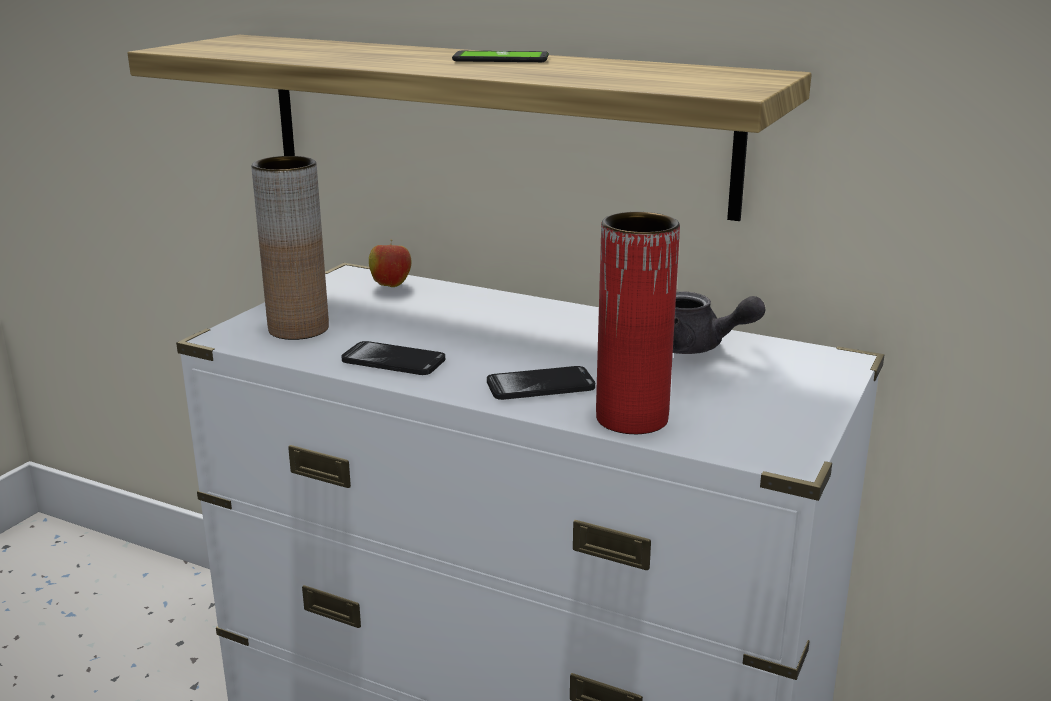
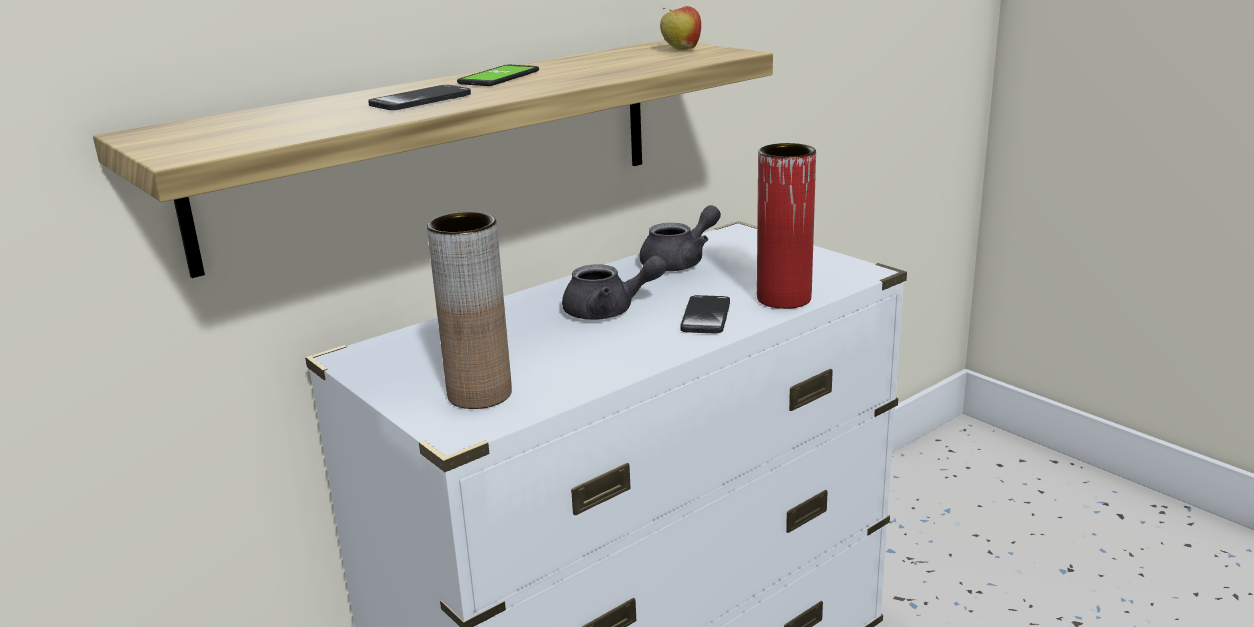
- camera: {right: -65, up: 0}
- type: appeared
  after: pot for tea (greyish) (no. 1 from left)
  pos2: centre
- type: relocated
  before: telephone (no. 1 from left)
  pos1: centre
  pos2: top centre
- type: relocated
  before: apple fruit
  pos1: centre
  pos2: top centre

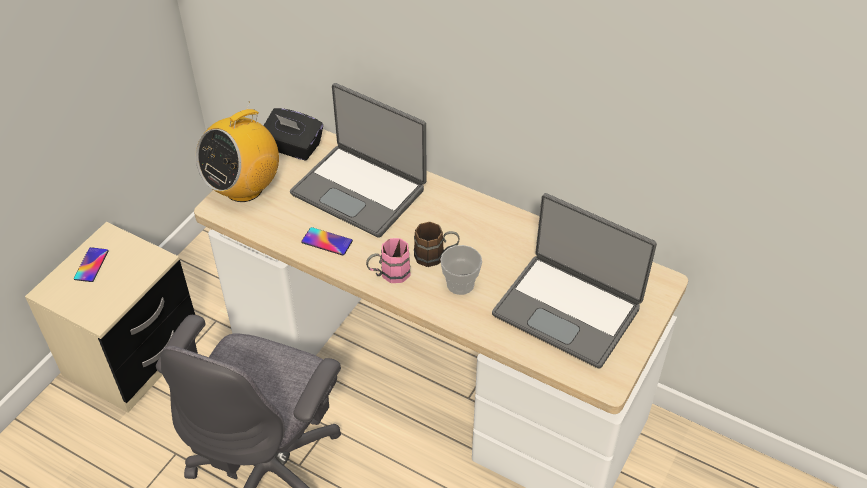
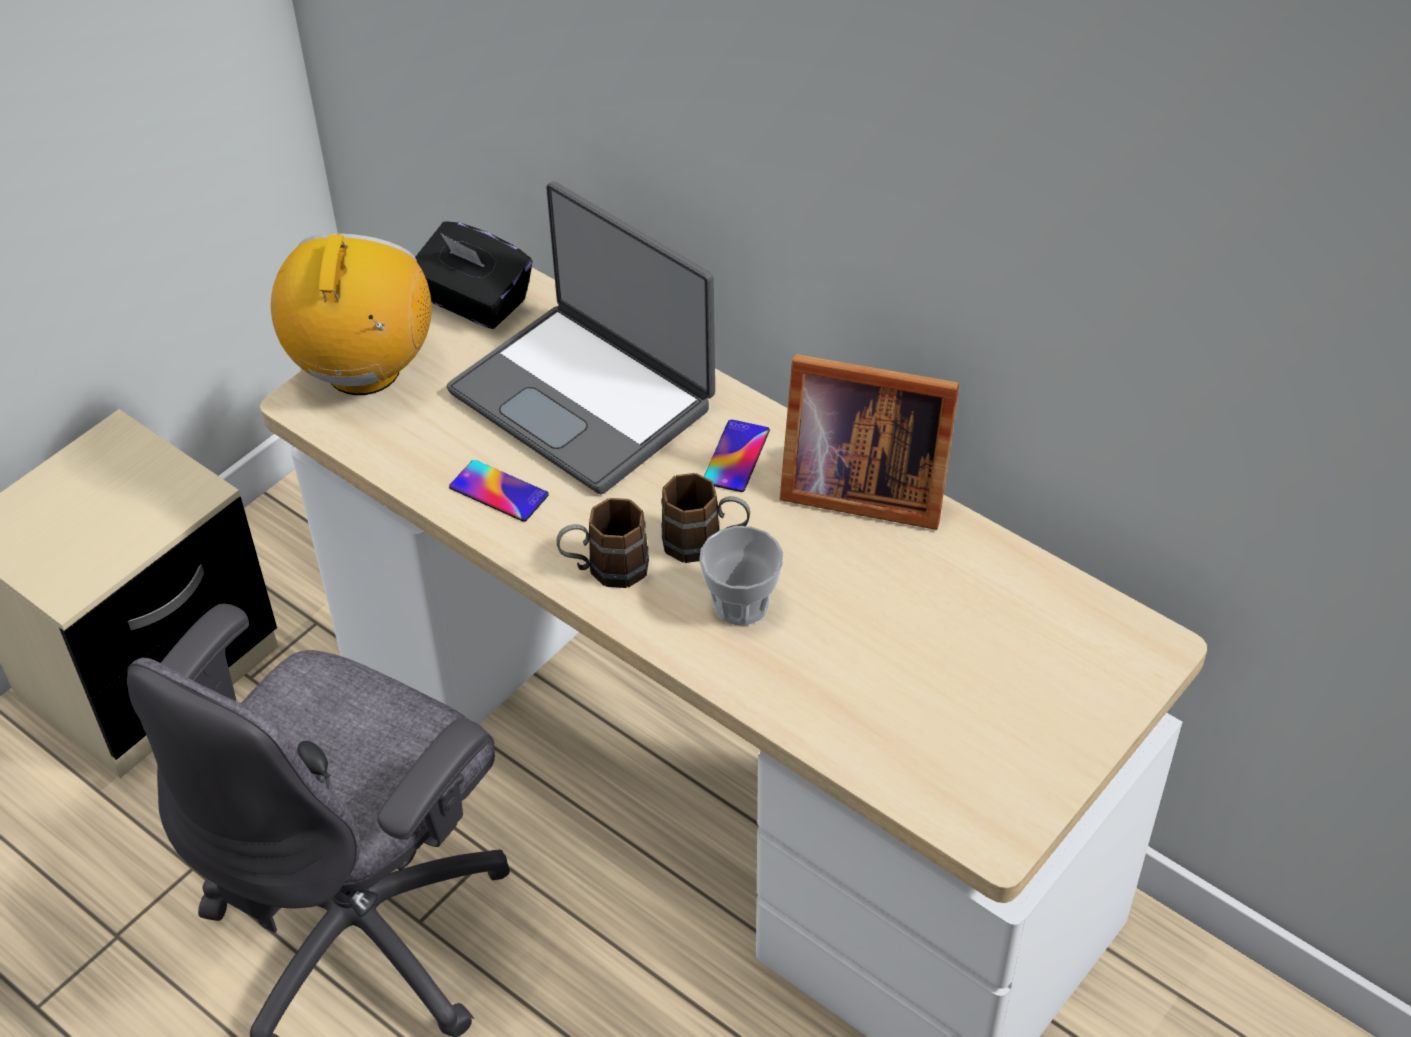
- camera: {right: 10, up: 0}
- type: missing
  before: laptop (no. 2 from left)
  pos1: centre
- type: appeared
  after: picture frame
  pos2: centre
- type: relocated
  before: telephone (no. 1 from left in the first image)
  after: telephone (no. 2 from left)
  pos1: middle left
  pos2: centre
- type: colour
  before: tea mug (pink)
  after: tea mug (brown-coloured) (no. 1 from left)
  pos1: centre
  pos2: centre
- type: spun
  before: radio set
  pos1: top left
  pos2: top left
  turn: 135

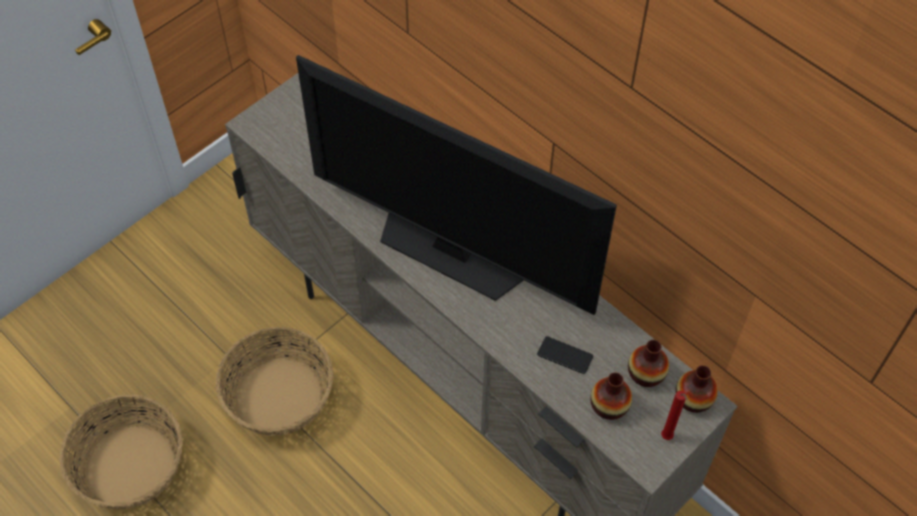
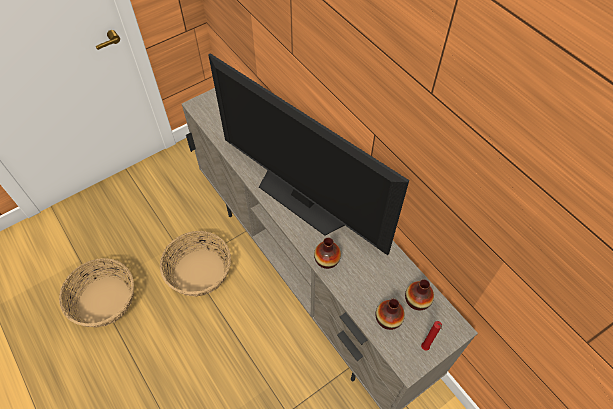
- camera: {right: 10, up: 0}
- type: missing
  before: telephone
  pos1: bottom centre
- type: relocated
  before: flower vase (no. 3 from left in the first image)
  after: flower vase (no. 1 from left)
  pos1: bottom right
  pos2: centre

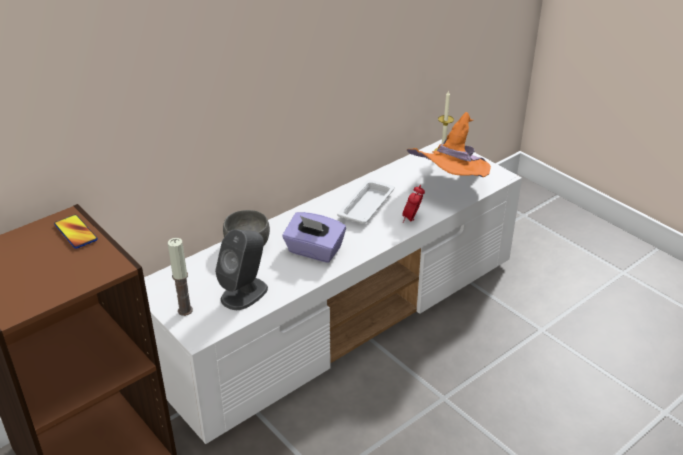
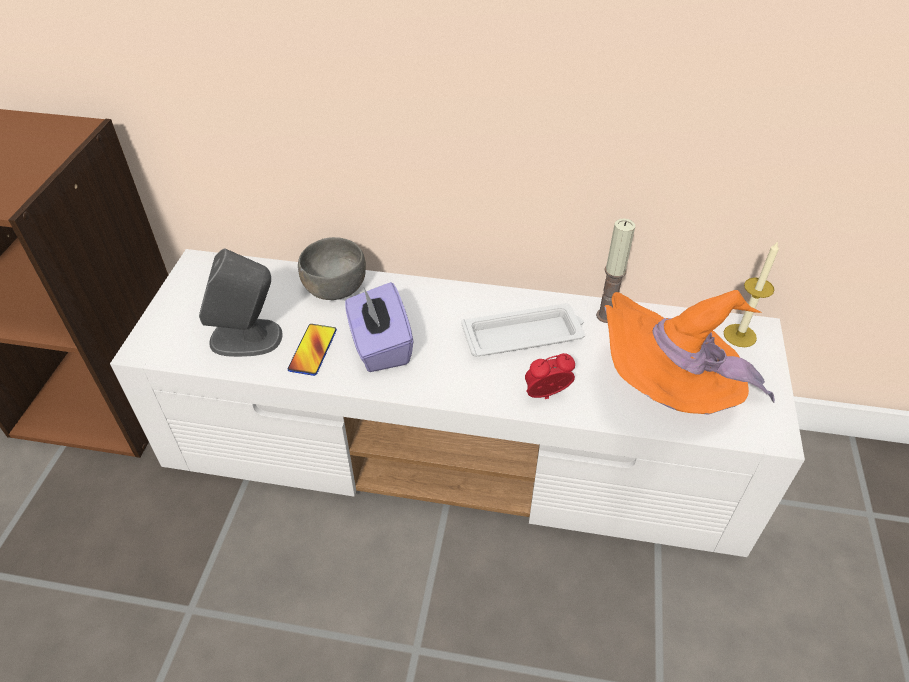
- camera: {right: 50, up: 10}
- type: relocated
  before: telephone
  pos1: middle left
  pos2: centre
- type: relocated
  before: wax candle (no. 1 from left)
  pos1: middle left
  pos2: middle right

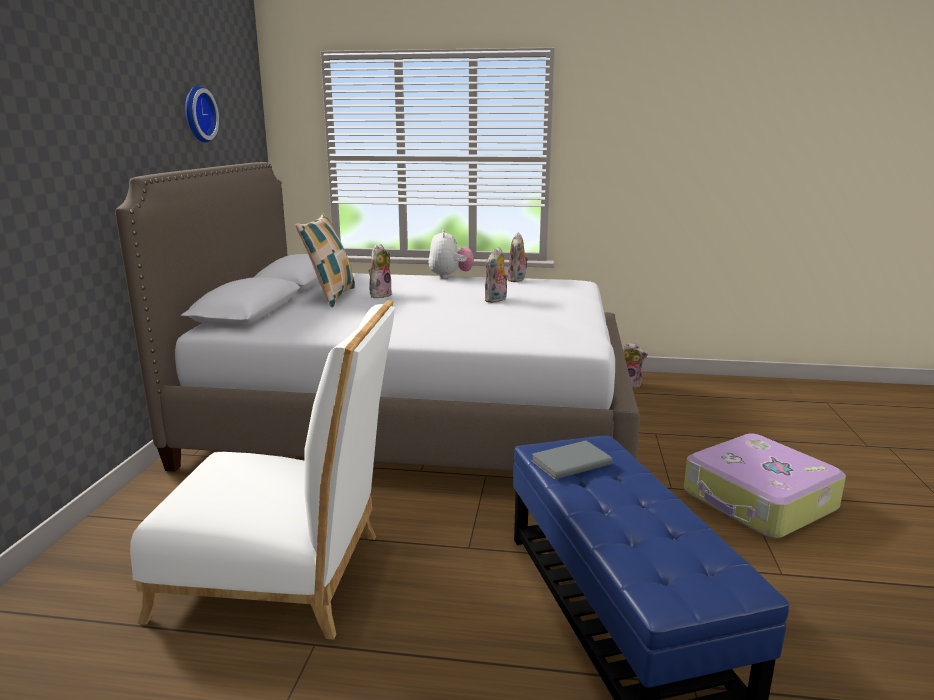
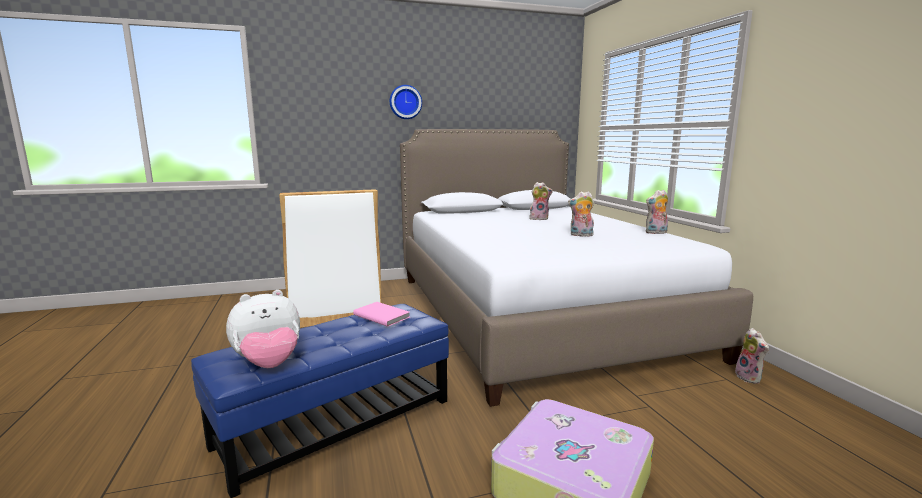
- camera: {right: 65, up: -5}
- type: missing
  before: cushion
  pos1: centre
- type: relocated
  before: clock on the wall
  pos1: top left
  pos2: top centre
- type: relocated
  before: soft toy (no. 2 from left in the first image)
  after: soft toy (no. 1 from left)
  pos1: centre
  pos2: middle left
- type: colour
  before: bound book (greyish)
  after: bound book (pink)
  pos1: centre
  pos2: centre

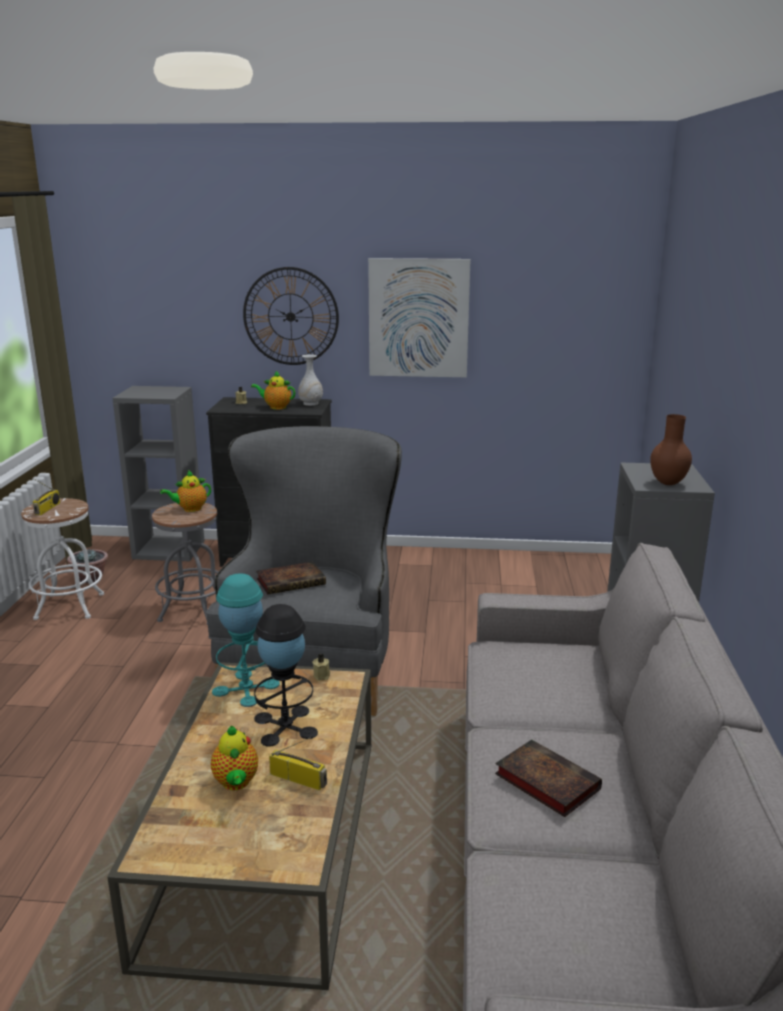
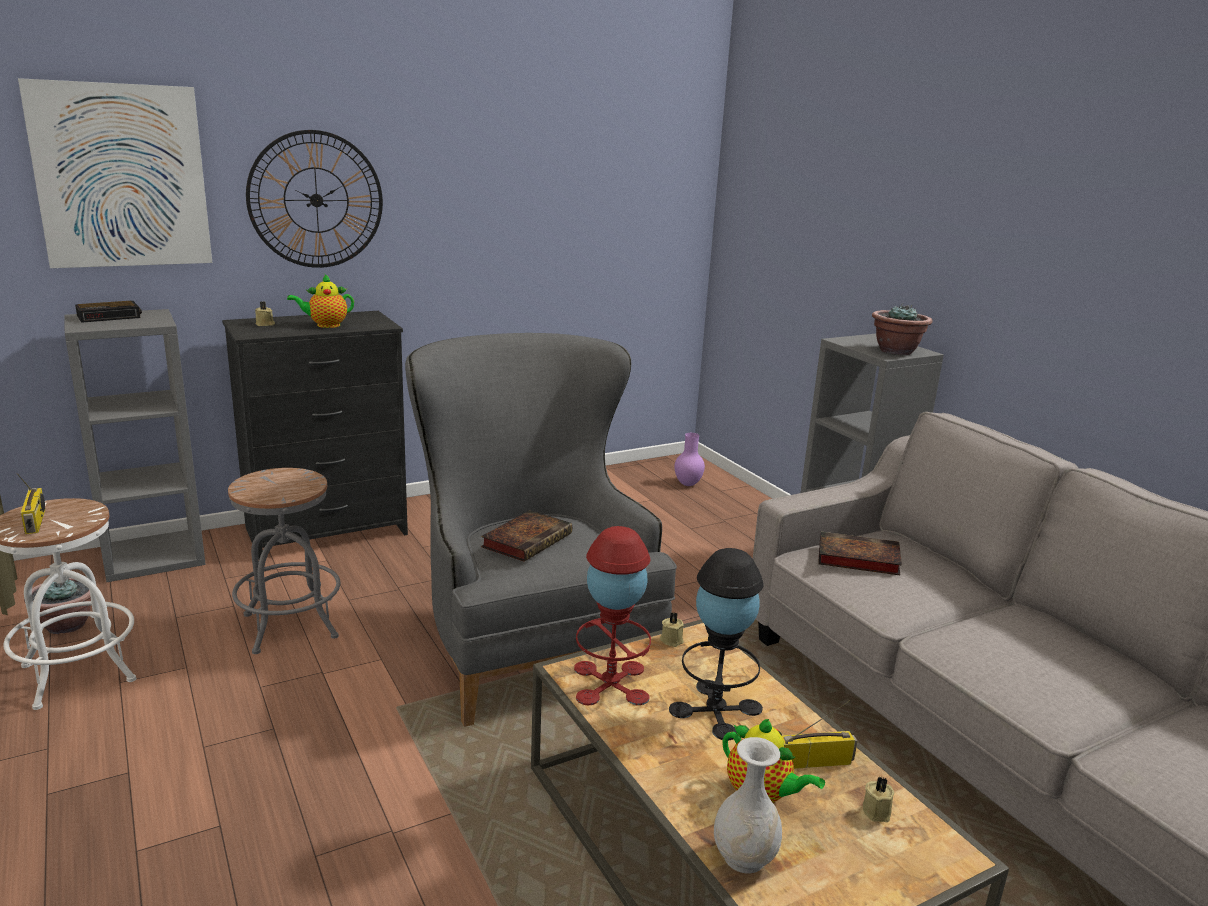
- camera: {right: -35, up: 0}
- type: missing
  before: pot for tea (no. 1 from left)
  pos1: middle left
- type: appeared
  after: bedside clock
  pos2: middle left
- type: appeared
  after: flower vase (purple-coloured)
  pos2: centre
- type: appeared
  after: wax candle (beige-coloured) (no. 3 from left)
  pos2: bottom right
- type: relocated
  before: flower vase (whitish)
  pos1: centre
  pos2: bottom centre
- type: relocated
  before: picture
  pos1: top centre
  pos2: top left
- type: relocated
  before: bound book (no. 2 from left)
  pos1: bottom right
  pos2: middle right
- type: exchanged
  before: flower vase (brown-coloured)
  after: plant in a pot (no. 2 from left)
  pos1: middle right
  pos2: middle right
- type: colour
  before: table lamp (turquoise)
  after: table lamp (red-coloured)
  pos1: middle left
  pos2: bottom centre

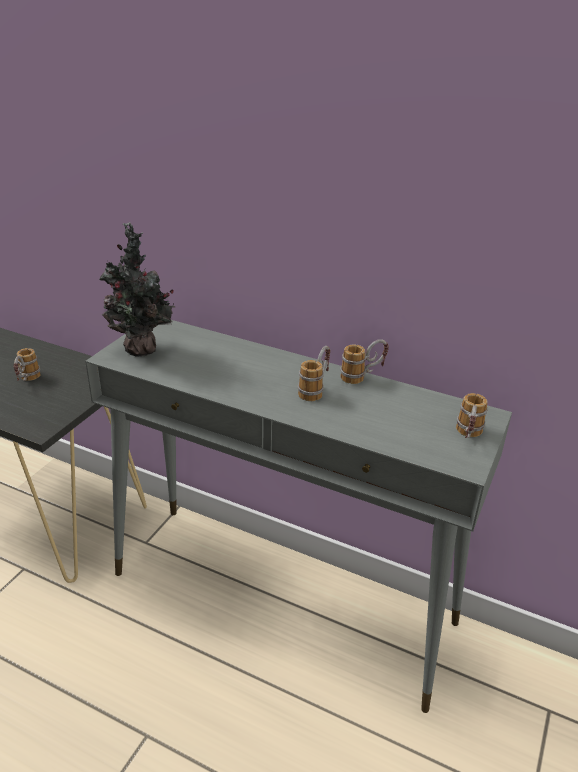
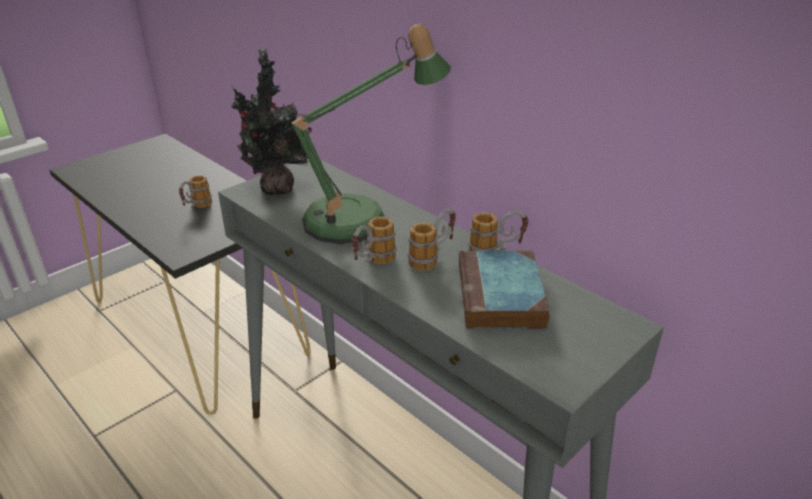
- camera: {right: 20, up: 0}
- type: appeared
  after: table lamp
  pos2: top centre
- type: appeared
  after: bound book
  pos2: centre
- type: relocated
  before: tea mug (no. 4 from left in the first image)
  after: tea mug (no. 2 from left)
  pos1: middle right
  pos2: centre

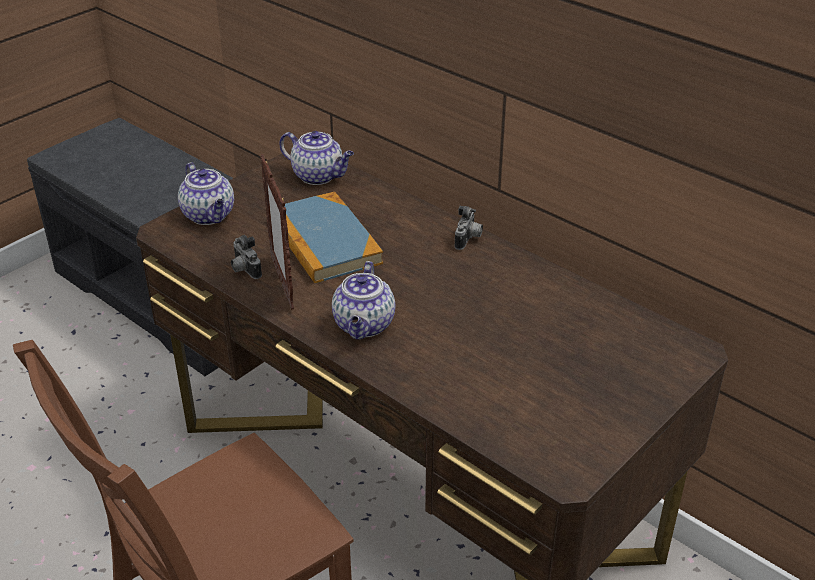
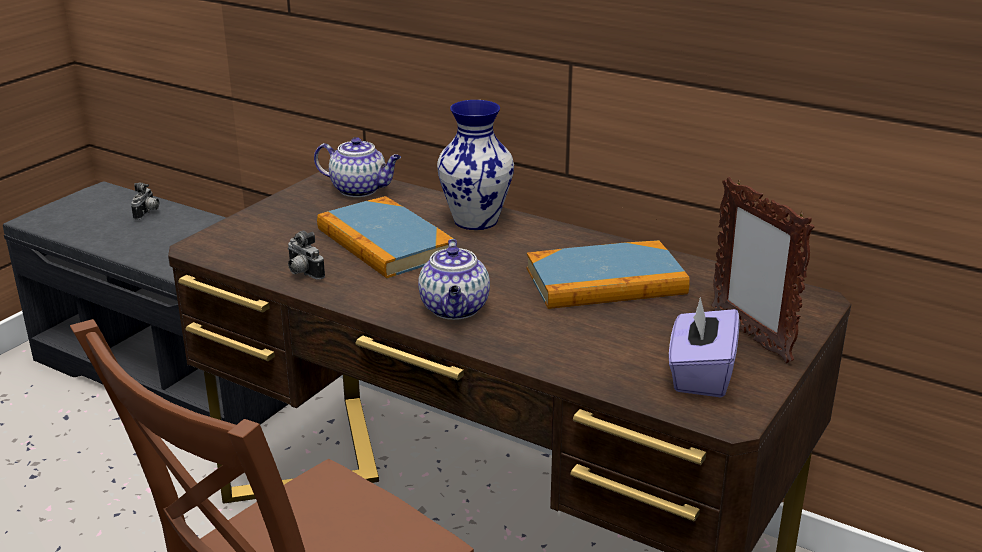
- camera: {right: -10, up: -10}
- type: missing
  before: pot for tea (no. 1 from left)
  pos1: top left
- type: appeared
  after: flower vase
  pos2: top centre
- type: appeared
  after: bound book (no. 2 from left)
  pos2: centre
- type: appeared
  after: box of tissues (purple-coloured)
  pos2: middle right
- type: relocated
  before: picture frame
  pos1: centre
  pos2: middle right
- type: relocated
  before: photo camera (no. 2 from left in the first image)
  after: photo camera (no. 1 from left)
  pos1: centre
  pos2: middle left

